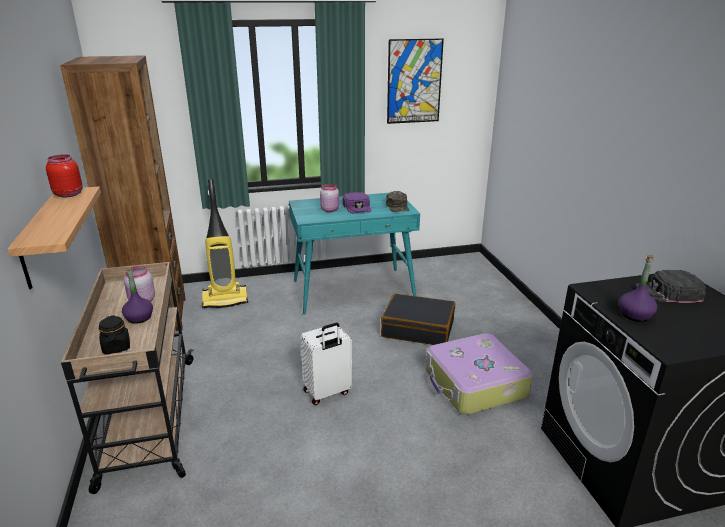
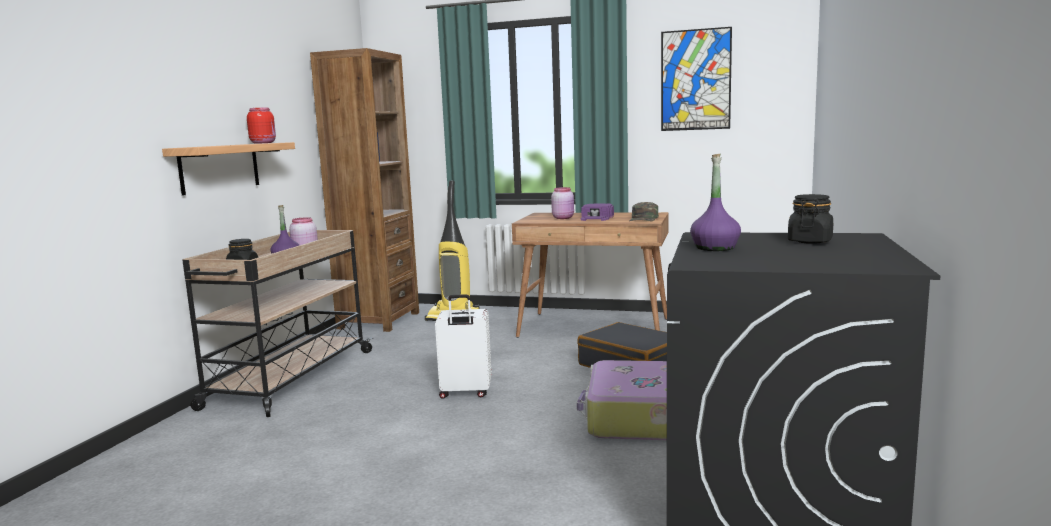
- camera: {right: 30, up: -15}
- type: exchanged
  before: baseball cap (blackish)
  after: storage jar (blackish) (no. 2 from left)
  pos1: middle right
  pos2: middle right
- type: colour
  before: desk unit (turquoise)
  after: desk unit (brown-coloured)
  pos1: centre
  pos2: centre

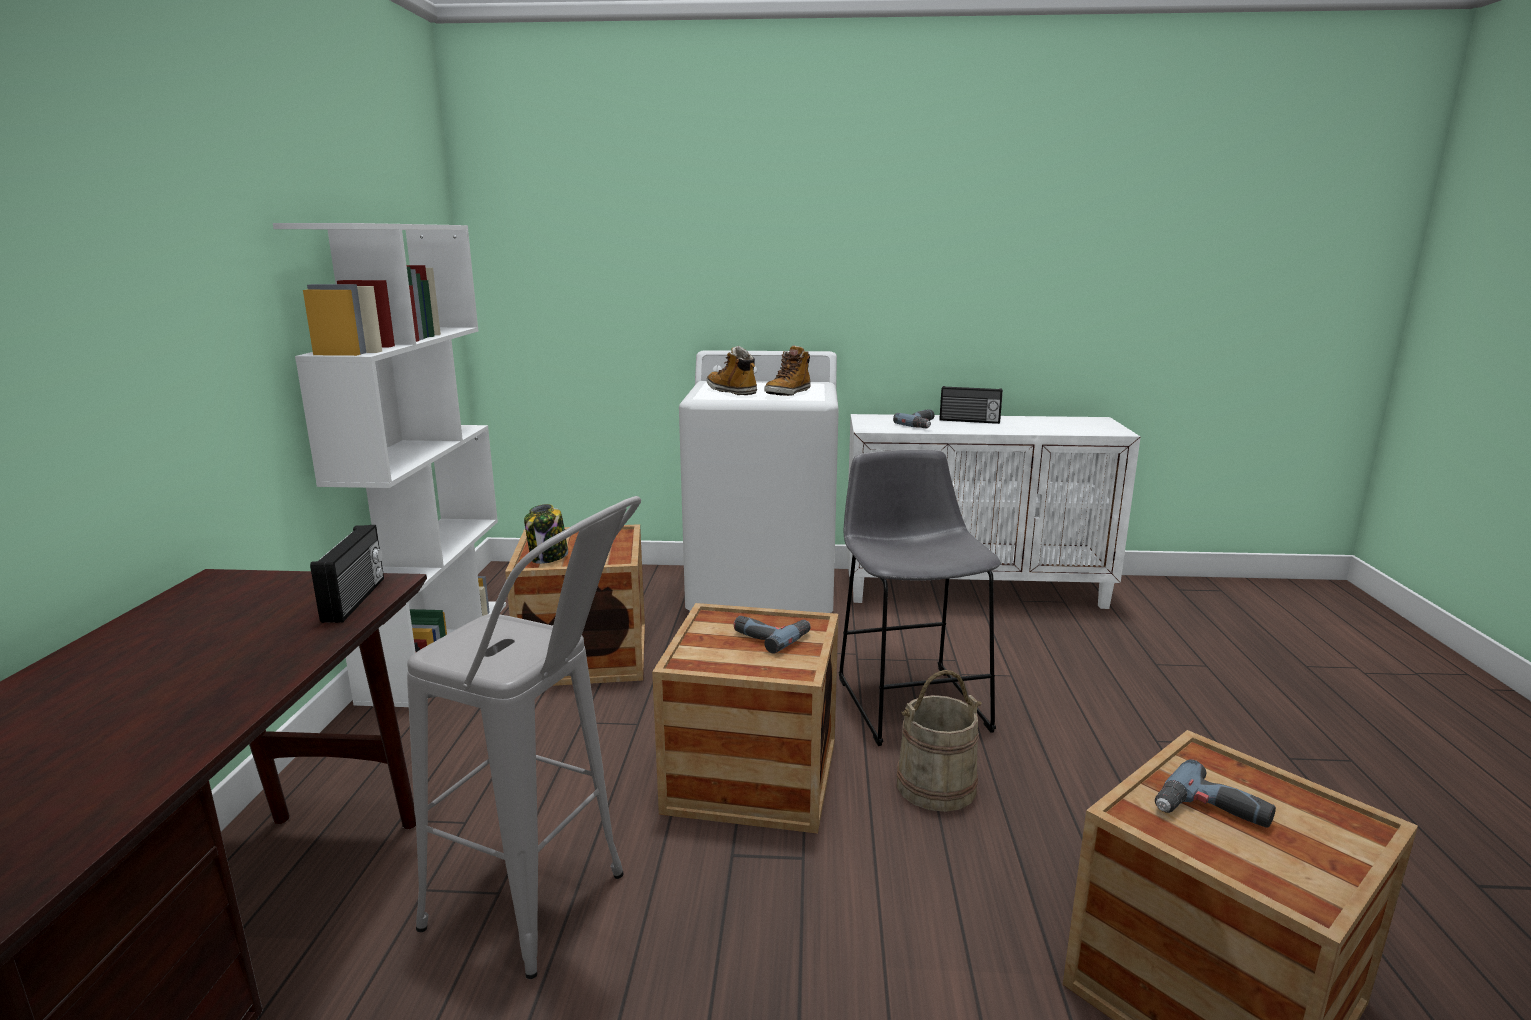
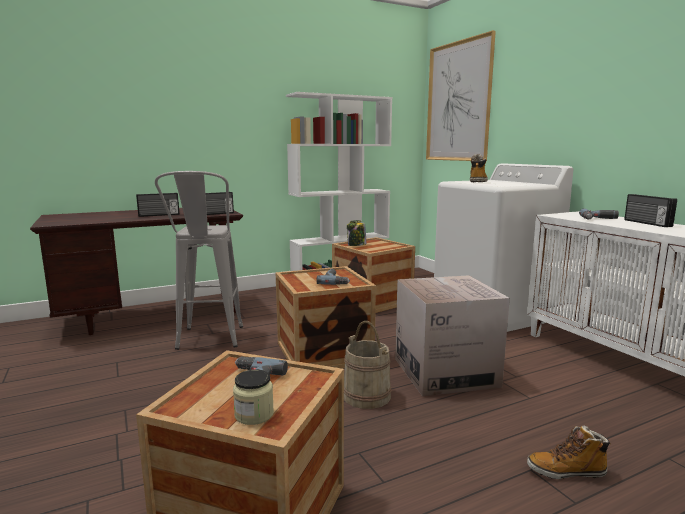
- camera: {right: 60, up: -5}
- type: appeared
  after: radio set (no. 1 from left)
  pos2: middle left
- type: appeared
  after: storage jar (no. 1 from left)
  pos2: bottom centre
- type: appeared
  after: picture
  pos2: top right
- type: relocated
  before: boot (no. 2 from left)
  pos1: centre
  pos2: bottom right
- type: exchanged
  before: stool seat (greyish) (no. 2 from left)
  after: carton
  pos1: centre
  pos2: centre

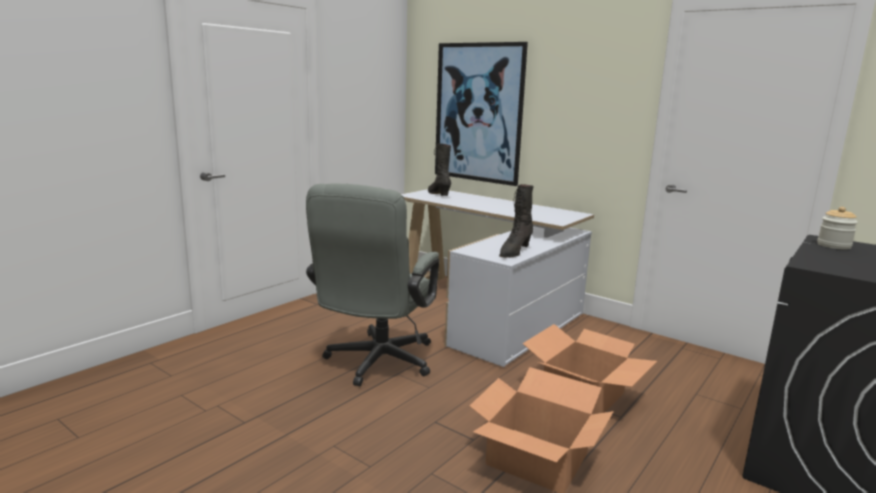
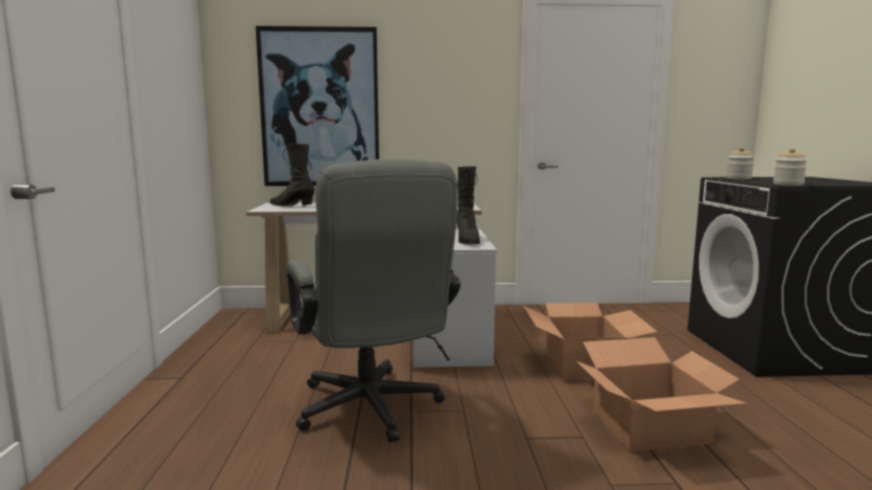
- camera: {right: -40, up: -5}
- type: appeared
  after: storage jar (no. 2 from left)
  pos2: middle right

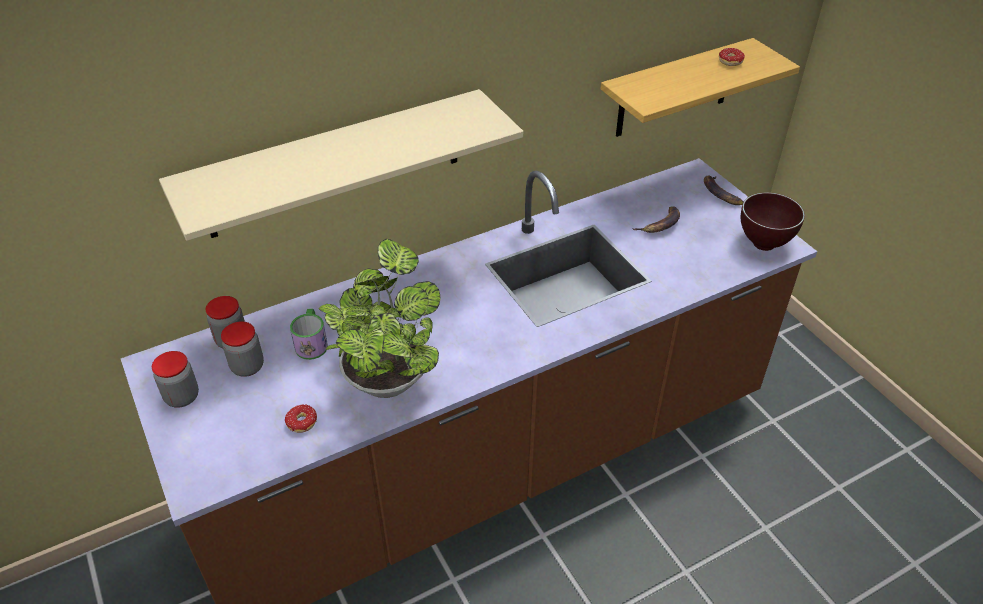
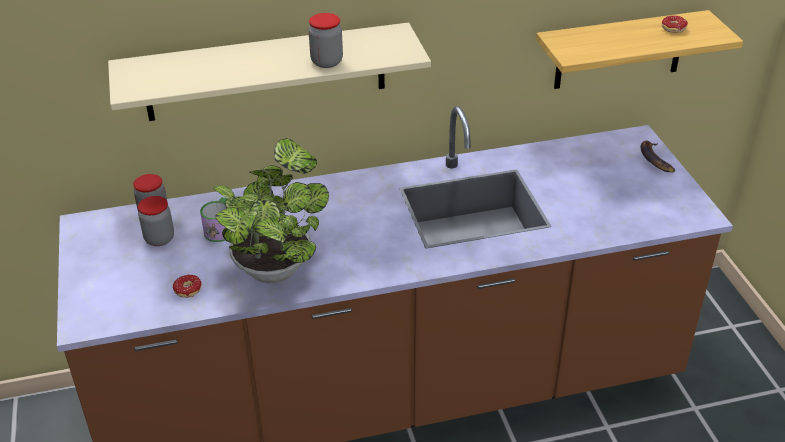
- camera: {right: 15, up: -5}
- type: missing
  before: banana fruit (no. 1 from left)
  pos1: middle right
- type: missing
  before: serving bowl (brown-coloured)
  pos1: middle right
- type: relocated
  before: storage jar (no. 1 from left in the first image)
  after: storage jar (no. 3 from left)
  pos1: middle left
  pos2: top centre

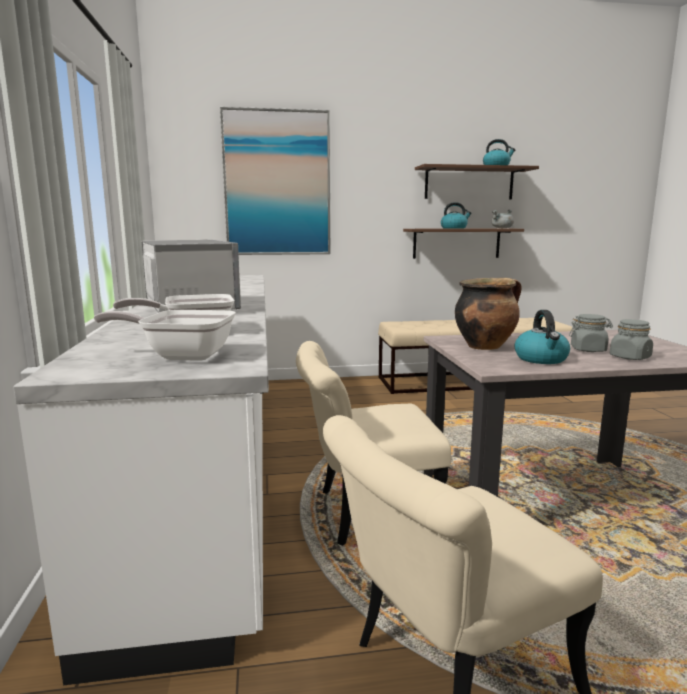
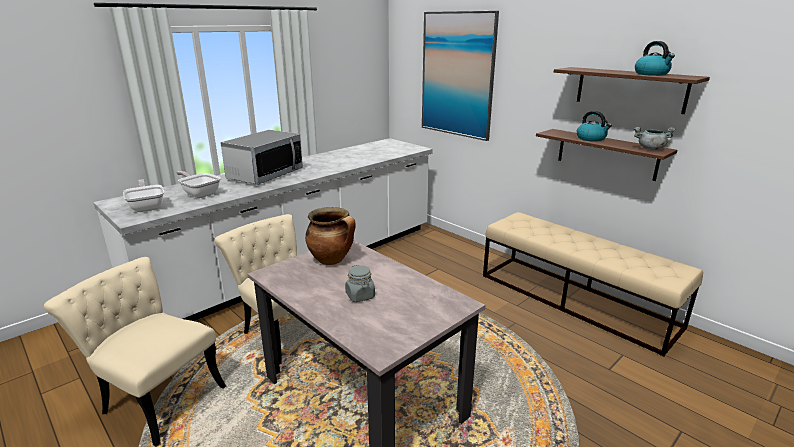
- camera: {right: 55, up: 10}
- type: missing
  before: kettle (no. 3 from left)
  pos1: middle right
- type: missing
  before: storage jar (greyish) (no. 2 from left)
  pos1: middle right

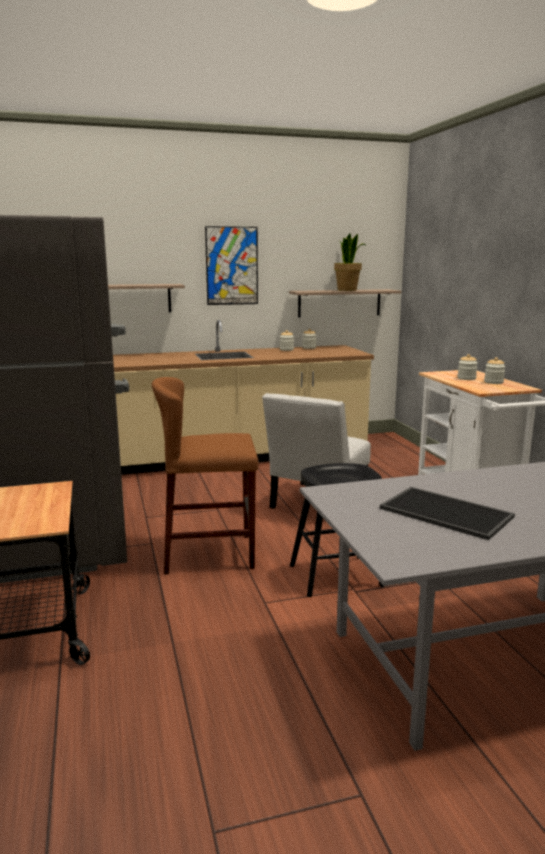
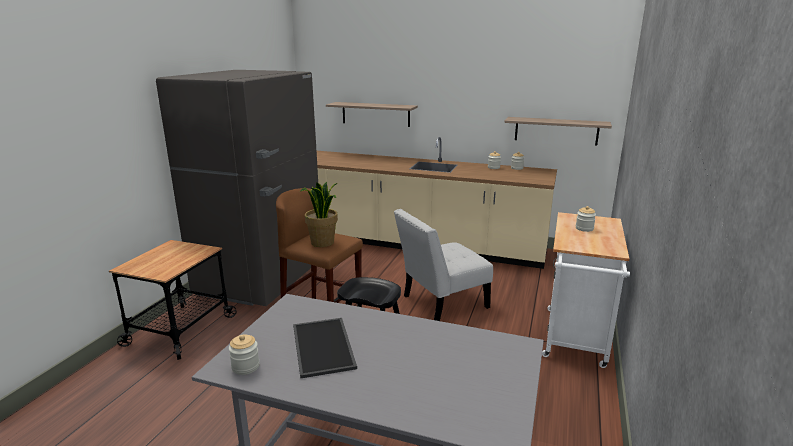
- camera: {right: 35, up: 5}
- type: missing
  before: picture
  pos1: top centre
- type: relocated
  before: plant in a pot
  pos1: top centre
  pos2: centre
- type: relocated
  before: storage jar (no. 4 from left in the first image)
  after: storage jar (no. 1 from left)
  pos1: middle right
  pos2: bottom left

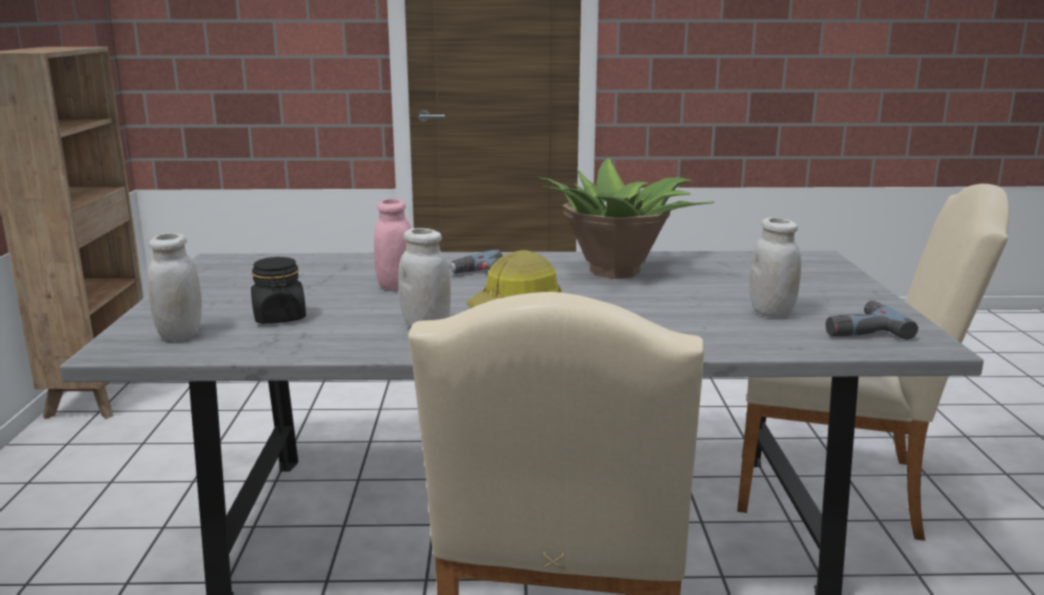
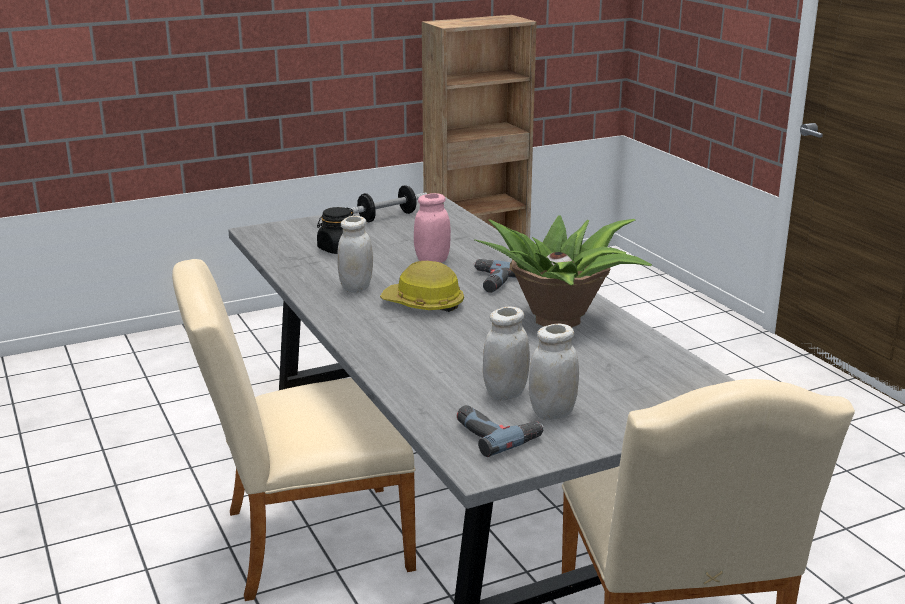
- camera: {right: 65, up: 5}
- type: appeared
  after: free weight
  pos2: centre
- type: relocated
  before: storage jar (whitish) (no. 1 from left in the first image)
  after: storage jar (whitish) (no. 3 from left)
  pos1: middle left
  pos2: centre

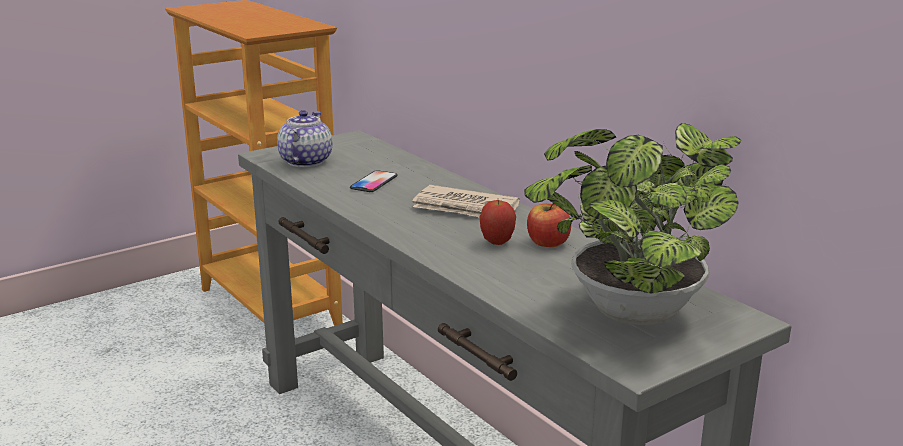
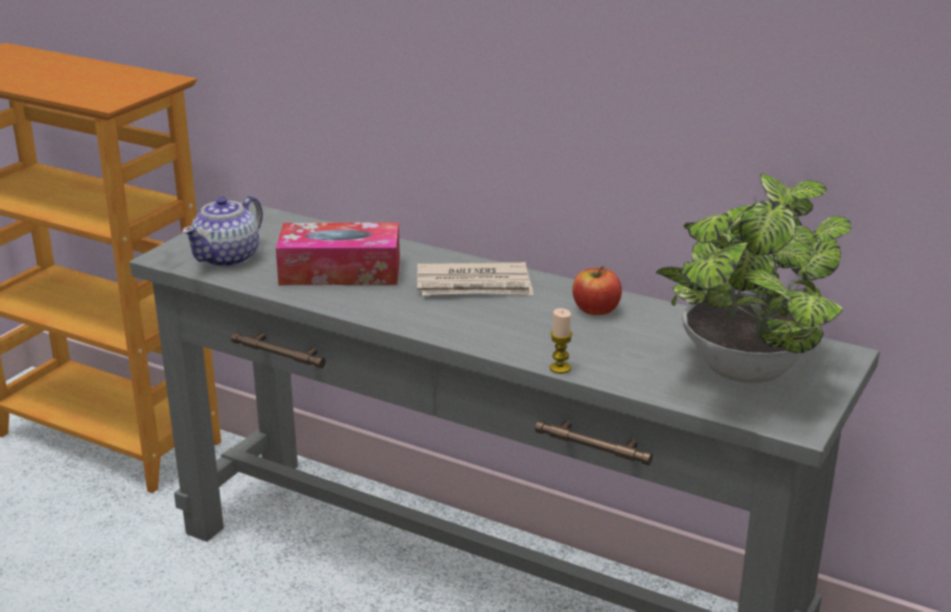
- camera: {right: -25, up: 5}
- type: missing
  before: apple fruit (no. 1 from left)
  pos1: centre
- type: appeared
  after: wax candle
  pos2: centre
- type: exchanged
  before: telephone
  after: box of tissues
  pos1: centre
  pos2: centre
- type: spun
  before: pot for tea
  pos1: top centre
  pos2: middle left
  turn: -135

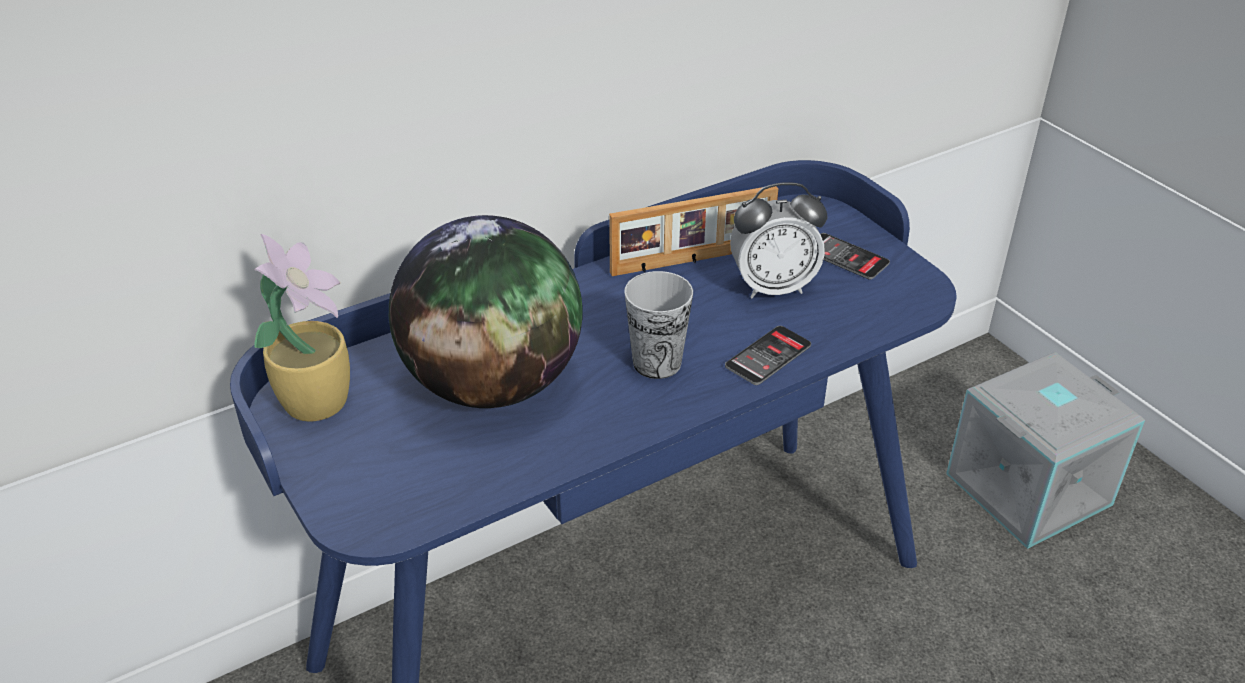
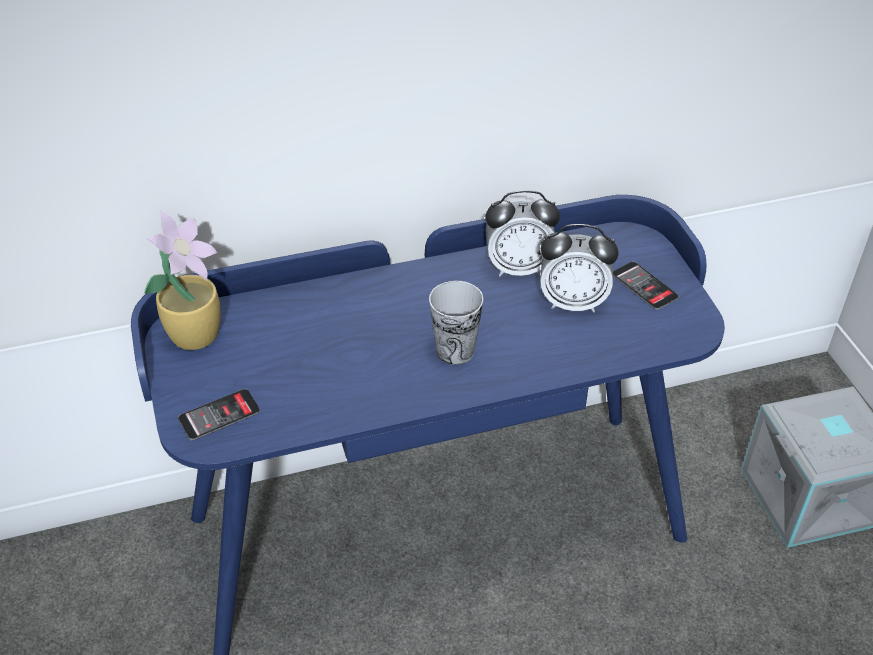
- camera: {right: 15, up: 5}
- type: missing
  before: world globe
  pos1: centre
- type: relocated
  before: telephone (no. 1 from left)
  pos1: centre
  pos2: middle left
- type: exchanged
  before: picture frame
  after: bedside clock (no. 1 from left)
  pos1: centre
  pos2: centre

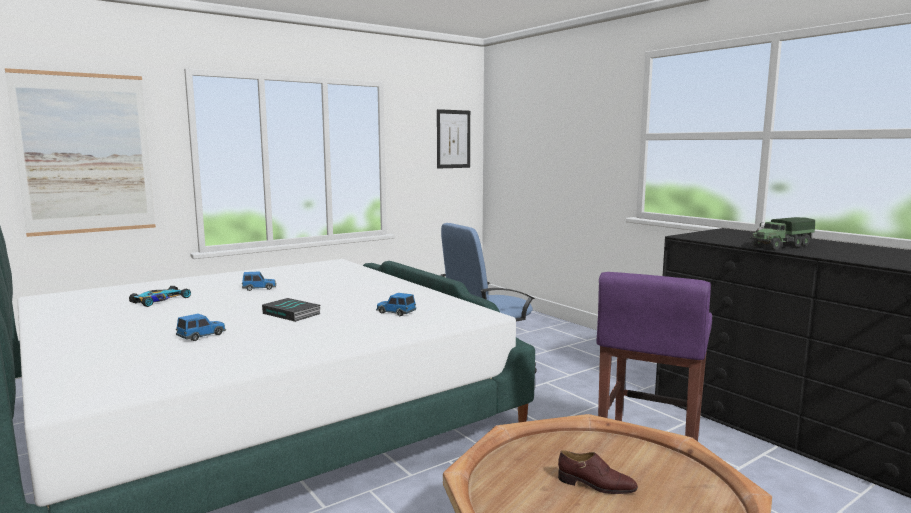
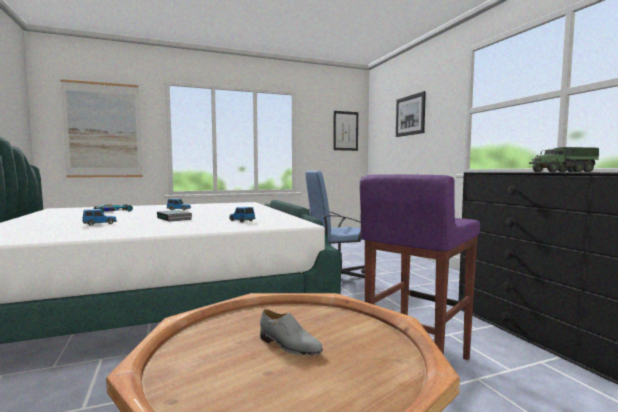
- camera: {right: 15, up: -5}
- type: appeared
  after: picture (no. 3 from left)
  pos2: top centre
- type: colour
  before: low shoe (brown-coloured)
  after: low shoe (greyish)
  pos1: bottom centre
  pos2: bottom centre

